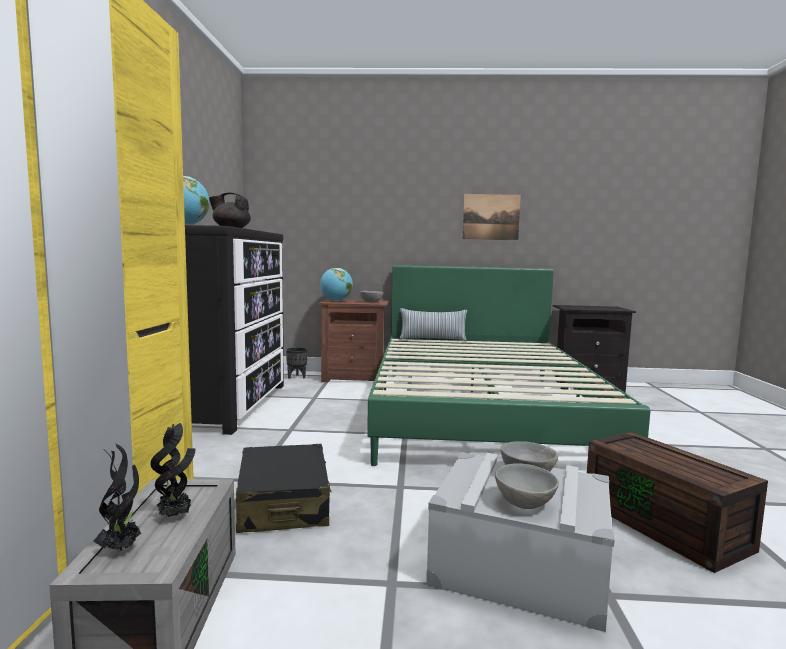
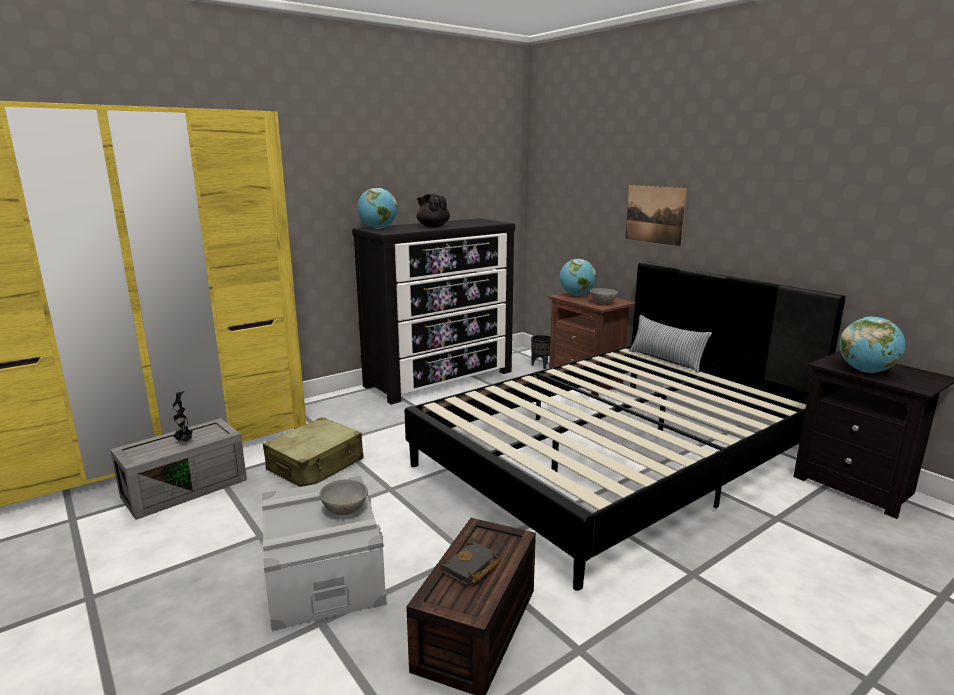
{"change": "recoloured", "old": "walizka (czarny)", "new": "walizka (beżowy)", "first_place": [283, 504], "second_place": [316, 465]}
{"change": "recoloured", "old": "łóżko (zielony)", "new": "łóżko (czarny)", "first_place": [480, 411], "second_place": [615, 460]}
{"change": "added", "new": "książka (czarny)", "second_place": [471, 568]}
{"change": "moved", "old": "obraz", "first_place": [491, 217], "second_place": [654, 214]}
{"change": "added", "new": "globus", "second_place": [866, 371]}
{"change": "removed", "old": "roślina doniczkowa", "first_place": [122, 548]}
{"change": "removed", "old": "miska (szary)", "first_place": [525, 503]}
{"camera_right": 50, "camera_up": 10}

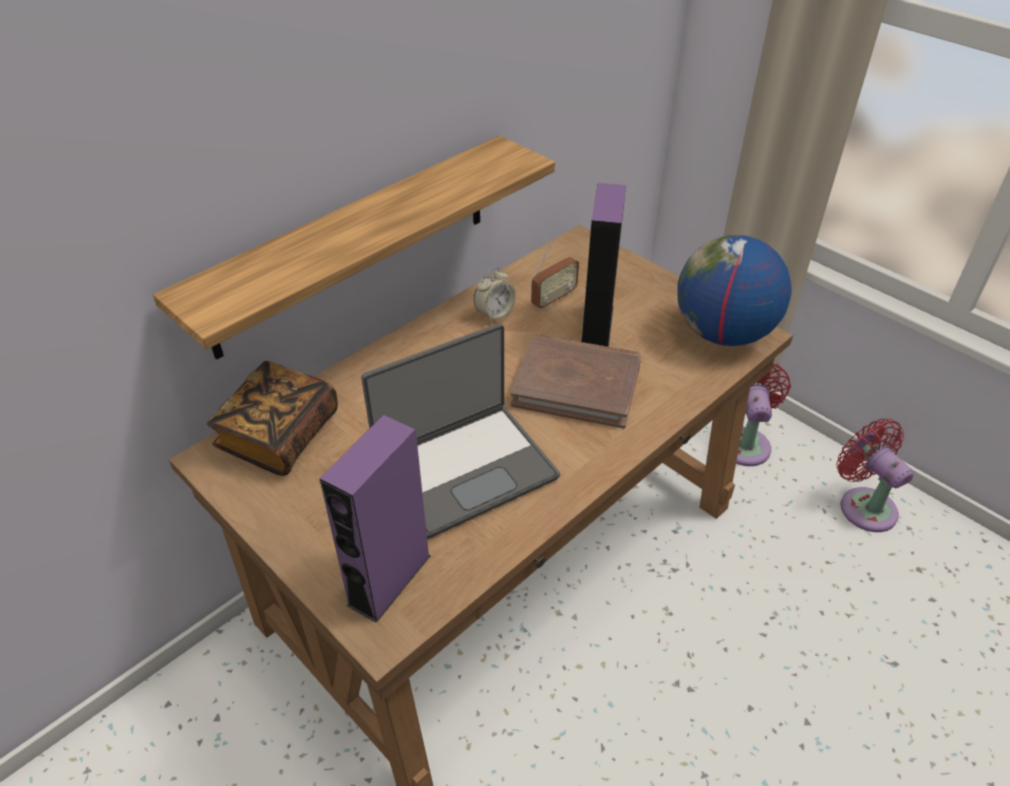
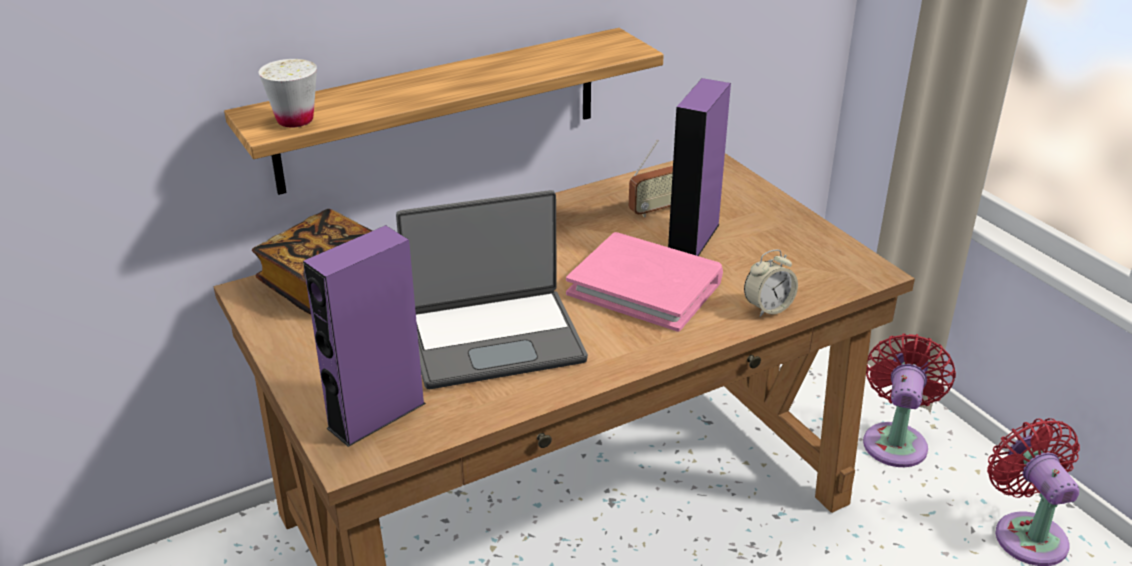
{"change": "added", "new": "filiżanka (biały)", "second_place": [295, 120]}
{"change": "recoloured", "old": "książka (brązowy)", "new": "książka (różowy)", "first_place": [577, 384], "second_place": [645, 286]}
{"change": "moved", "old": "budzik", "first_place": [494, 313], "second_place": [768, 308]}
{"change": "removed", "old": "globus", "first_place": [723, 333]}
{"camera_right": 15, "camera_up": -10}

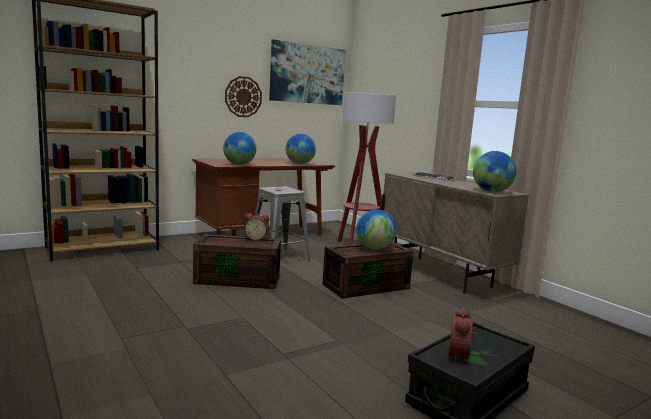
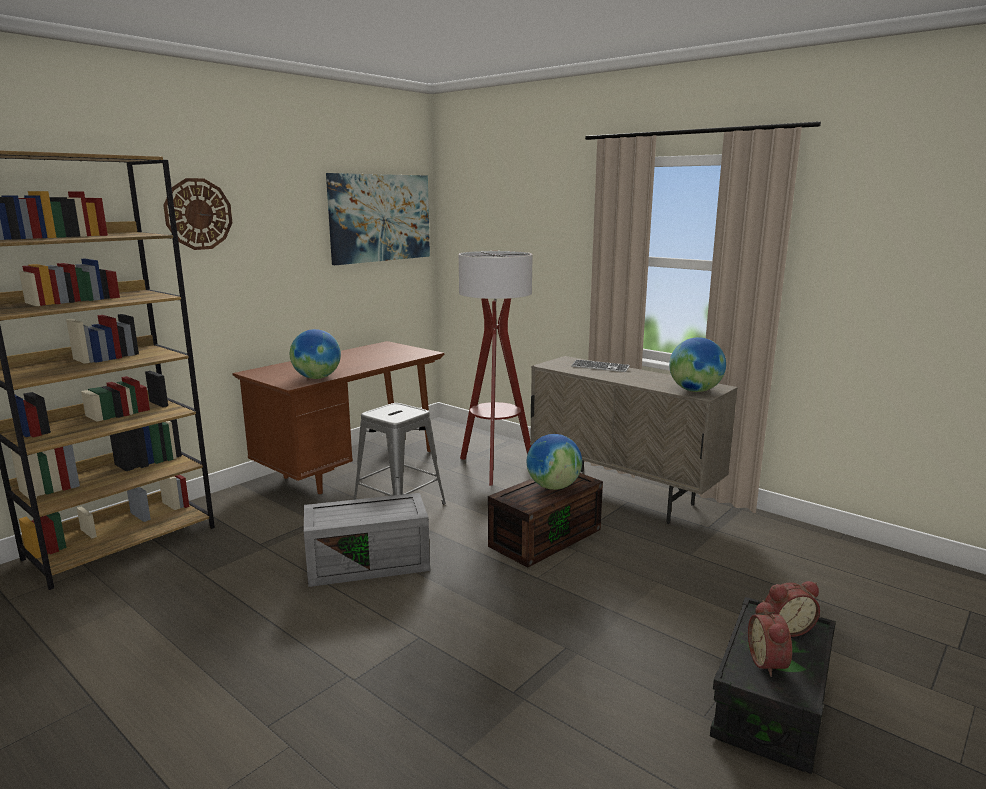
{"change": "moved", "old": "zegar ścienny", "first_place": [243, 97], "second_place": [198, 214]}
{"change": "recoloured", "old": "pojemnik do przechowywania (brązowy)", "new": "pojemnik do przechowywania (szary)", "first_place": [239, 279], "second_place": [369, 562]}
{"change": "moved", "old": "budzik", "first_place": [256, 239], "second_place": [786, 628]}
{"change": "removed", "old": "globus", "first_place": [299, 164]}
{"camera_right": -15, "camera_up": 5}

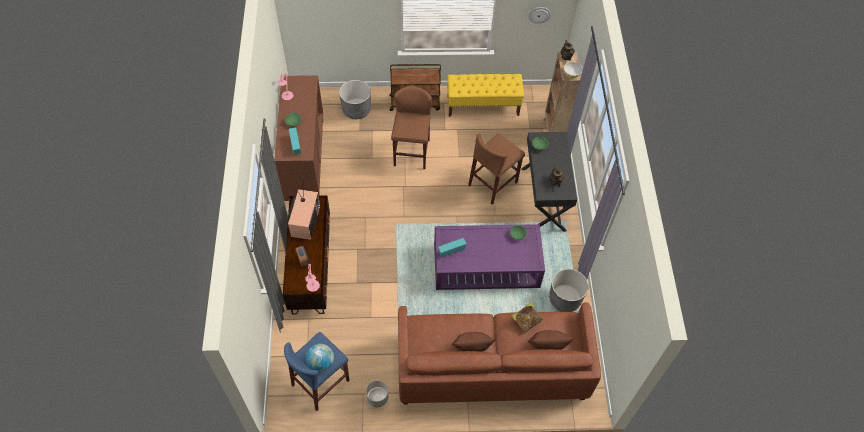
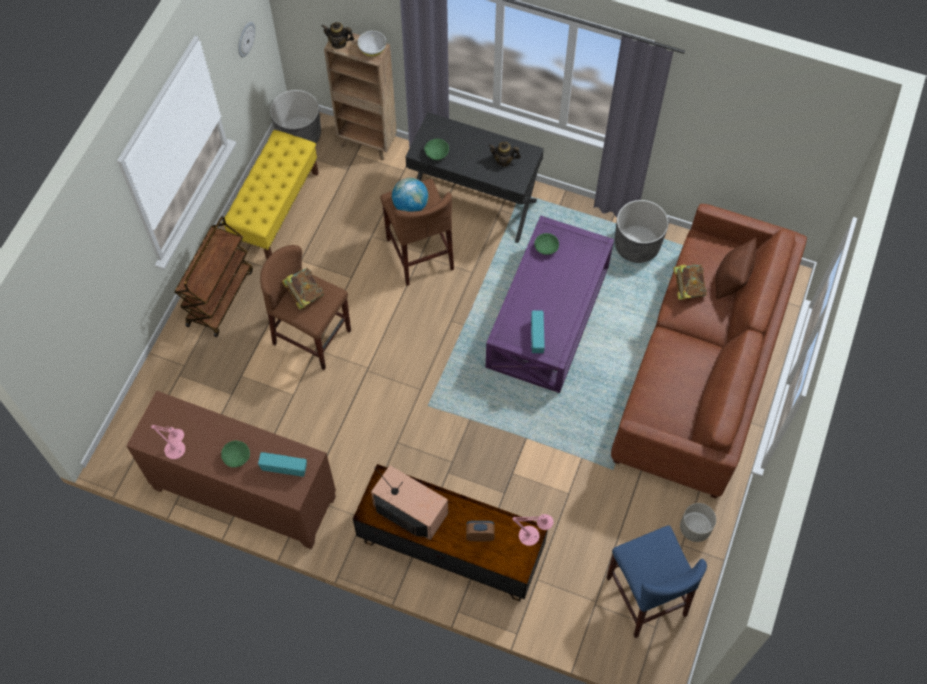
{"change": "moved", "old": "donica (szary)", "first_place": [356, 110], "second_place": [299, 135]}
{"change": "added", "new": "książka", "second_place": [305, 295]}
{"change": "moved", "old": "globus", "first_place": [321, 362], "second_place": [410, 206]}
{"change": "removed", "old": "poduszka (brązowy)", "first_place": [471, 348]}
{"camera_right": -65, "camera_up": 5}

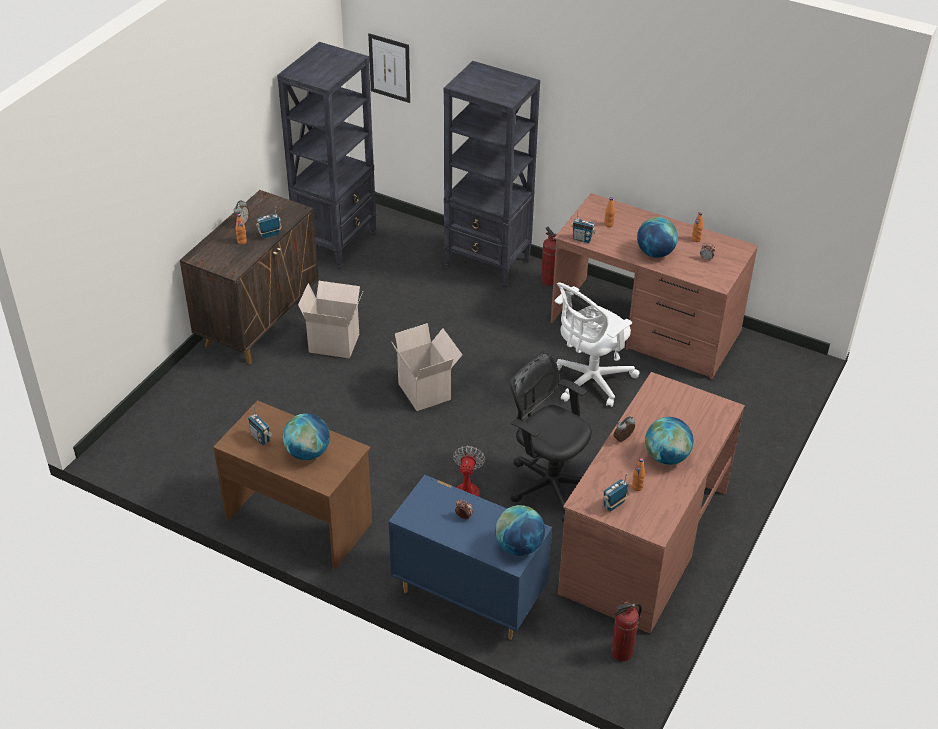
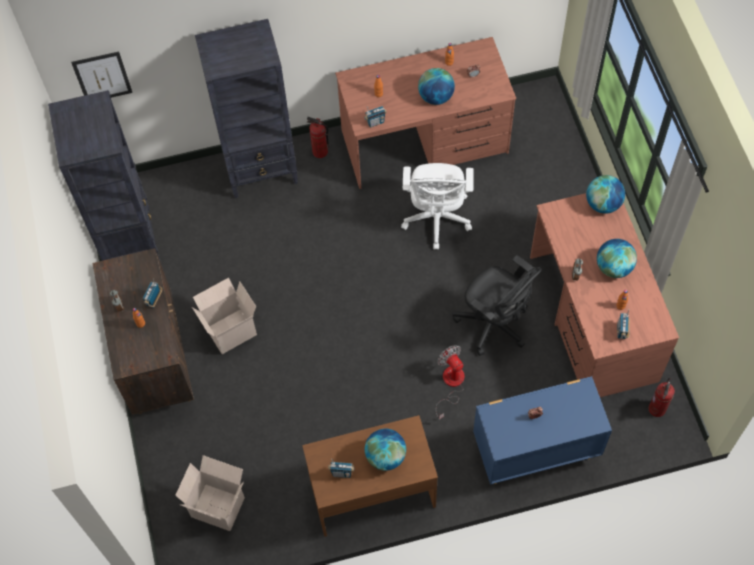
{"change": "moved", "old": "karton", "first_place": [426, 391], "second_place": [219, 506]}
{"change": "turned", "old": "krzesło biurowe (czarny)", "first_place": [548, 484], "second_place": [494, 324], "degrees": -135}
{"change": "moved", "old": "globus", "first_place": [518, 546], "second_place": [603, 204]}
{"camera_right": -40, "camera_up": 20}

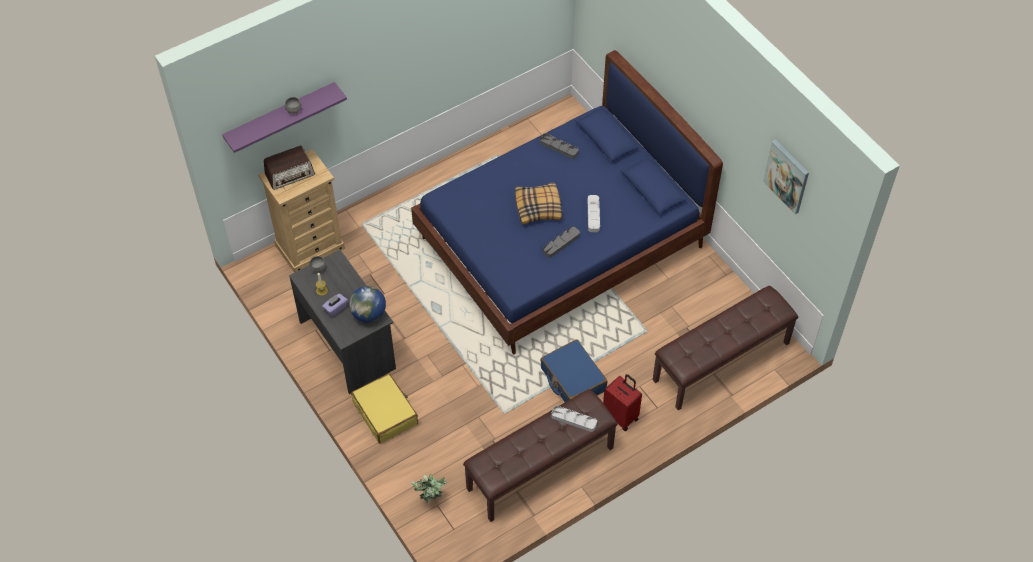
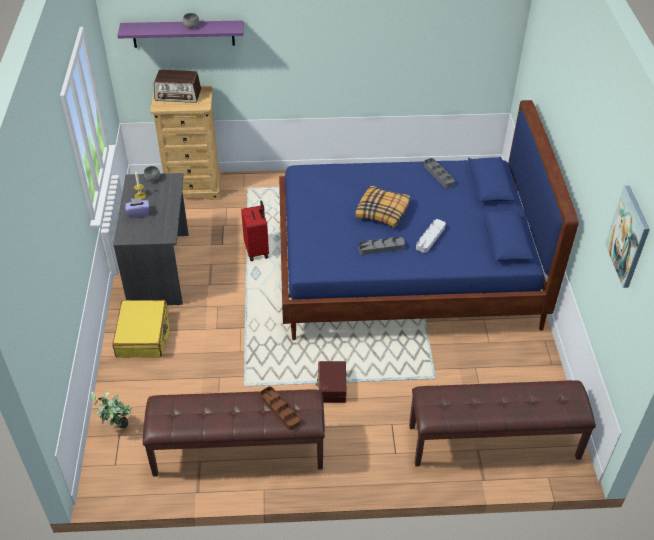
{"change": "moved", "old": "walizka (czerwony)", "first_place": [621, 416], "second_place": [257, 250]}
{"change": "recoloured", "old": "taca (szary)", "new": "taca (brązowy)", "first_place": [574, 420], "second_place": [280, 410]}
{"change": "replaced", "old": "walizka (niebieski)", "new": "pojemnik do przechowywania (brązowy)", "first_place": [572, 379], "second_place": [330, 387]}
{"change": "removed", "old": "globus", "first_place": [369, 314]}
{"camera_right": 30, "camera_up": -10}

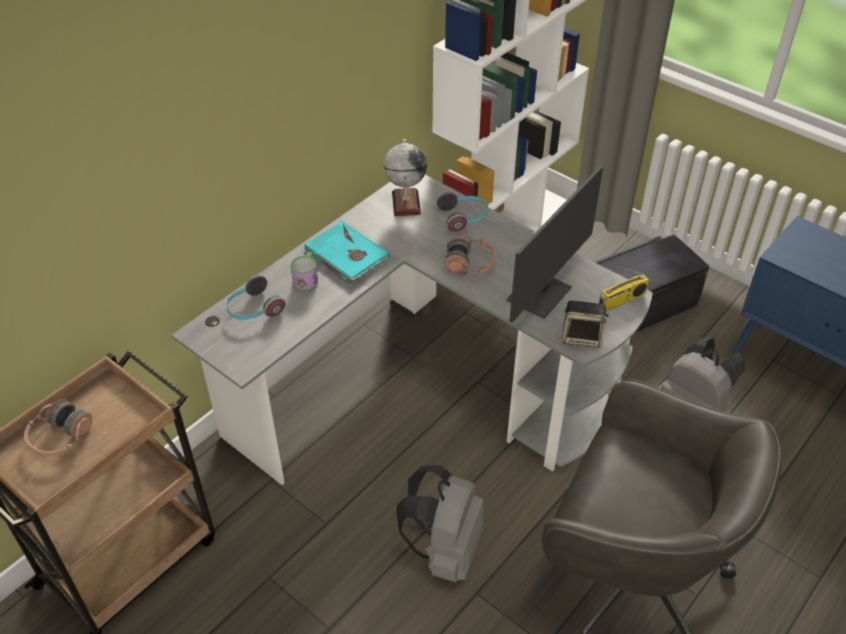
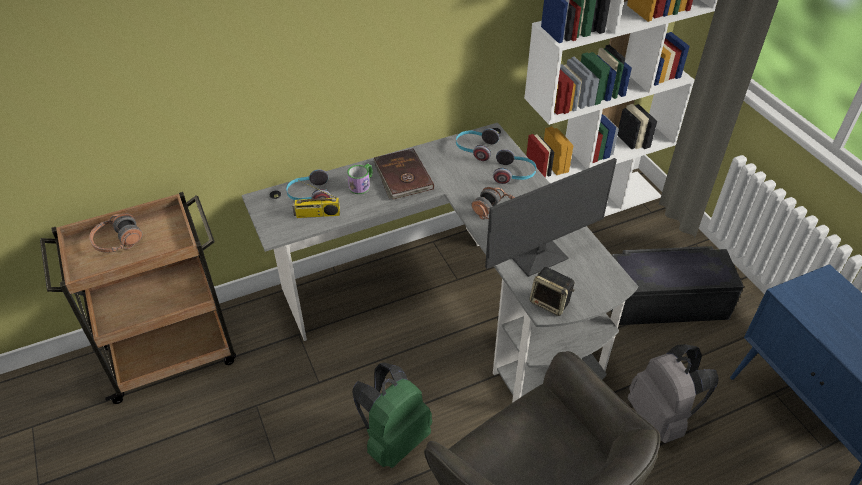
{"change": "moved", "old": "radio", "first_place": [621, 300], "second_place": [317, 214]}
{"change": "recoloured", "old": "plecak (szary)", "new": "plecak (zielony)", "first_place": [444, 550], "second_place": [393, 439]}
{"change": "recoloured", "old": "książka (turkusowy)", "new": "książka (brązowy)", "first_place": [346, 256], "second_place": [402, 177]}
{"change": "replaced", "old": "globus", "new": "słuchawki", "first_place": [406, 203], "second_place": [475, 149]}
{"camera_right": 25, "camera_up": 0}

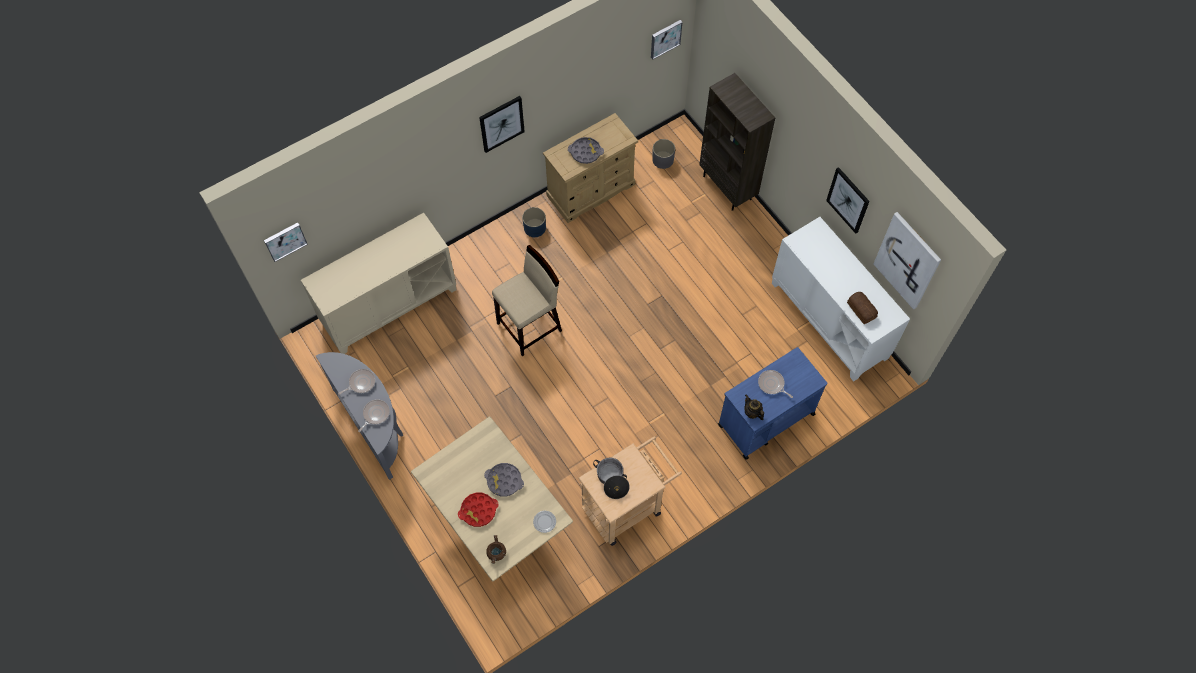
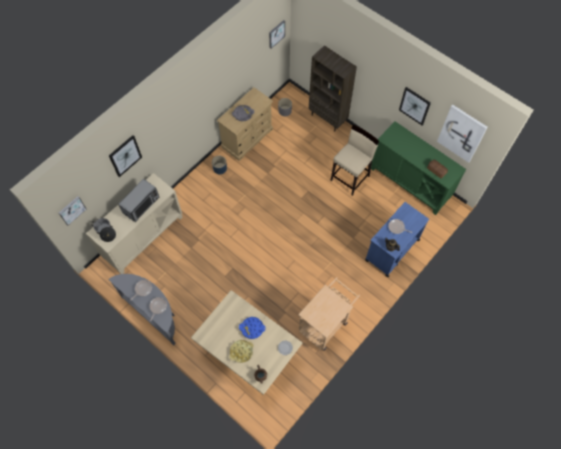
{"change": "moved", "old": "garnek", "first_place": [612, 480], "second_place": [105, 231]}
{"change": "moved", "old": "obraz", "first_place": [501, 123], "second_place": [125, 155]}
{"change": "added", "new": "mikrofalówka", "second_place": [141, 205]}
{"change": "recoloured", "old": "taca (czerwony)", "new": "taca (żółty)", "first_place": [478, 510], "second_place": [241, 351]}
{"change": "recoloured", "old": "taca (szary)", "new": "taca (niebieski)", "first_place": [504, 481], "second_place": [252, 328]}
{"change": "moved", "old": "stołek (beżowy)", "first_place": [530, 327], "second_place": [350, 178]}
{"change": "recoloured", "old": "szafka (biały)", "new": "szafka (zielony)", "first_place": [829, 320], "second_place": [410, 182]}
{"camera_right": -15, "camera_up": 0}

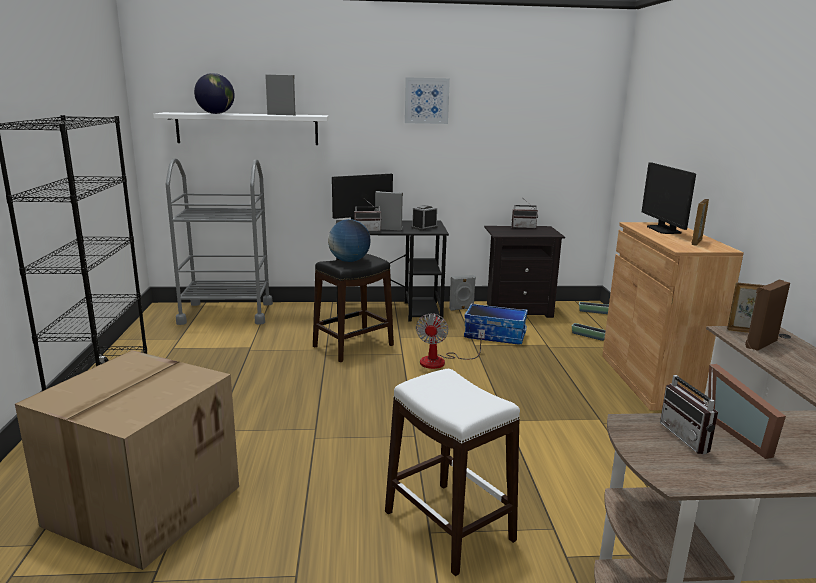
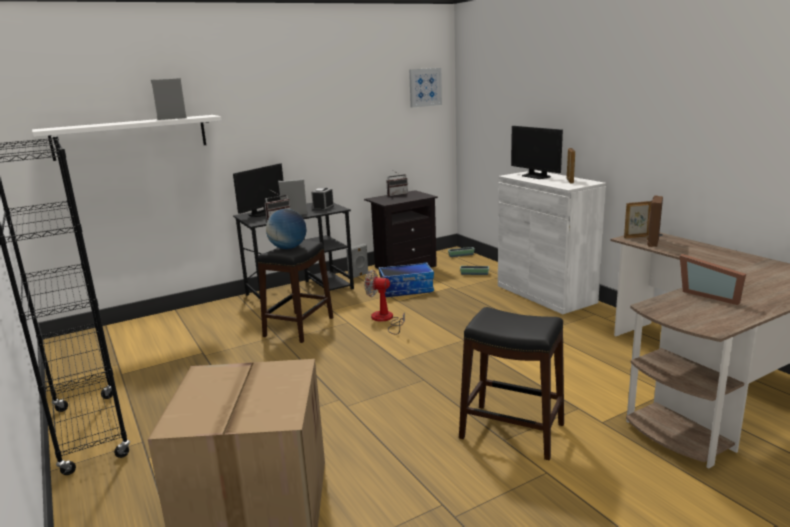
{"change": "turned", "old": "wentylator", "first_place": [441, 361], "second_place": [385, 320], "degrees": 120}
{"change": "moved", "old": "obraz", "first_place": [426, 100], "second_place": [425, 87]}
{"change": "recoloured", "old": "stołek (biały)", "new": "stołek (czarny)", "first_place": [448, 526], "second_place": [512, 431]}
{"change": "recoloured", "old": "szafka (brązowy)", "new": "szafka (biały)", "first_place": [652, 380], "second_place": [545, 294]}
{"change": "removed", "old": "wózek (szary)", "first_place": [226, 313]}
{"change": "removed", "old": "globus", "first_place": [216, 113]}
{"change": "removed", "old": "radio", "first_place": [690, 438]}
{"camera_right": -25, "camera_up": 0}

